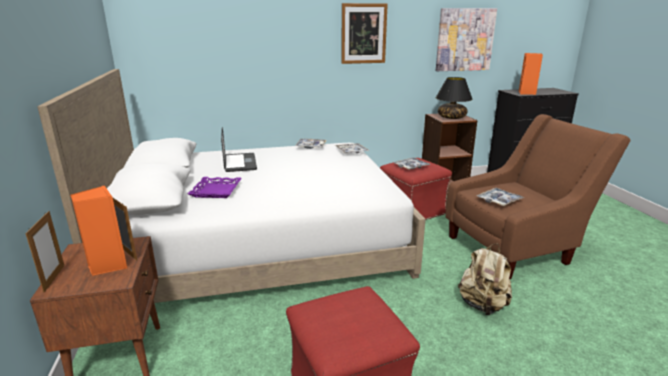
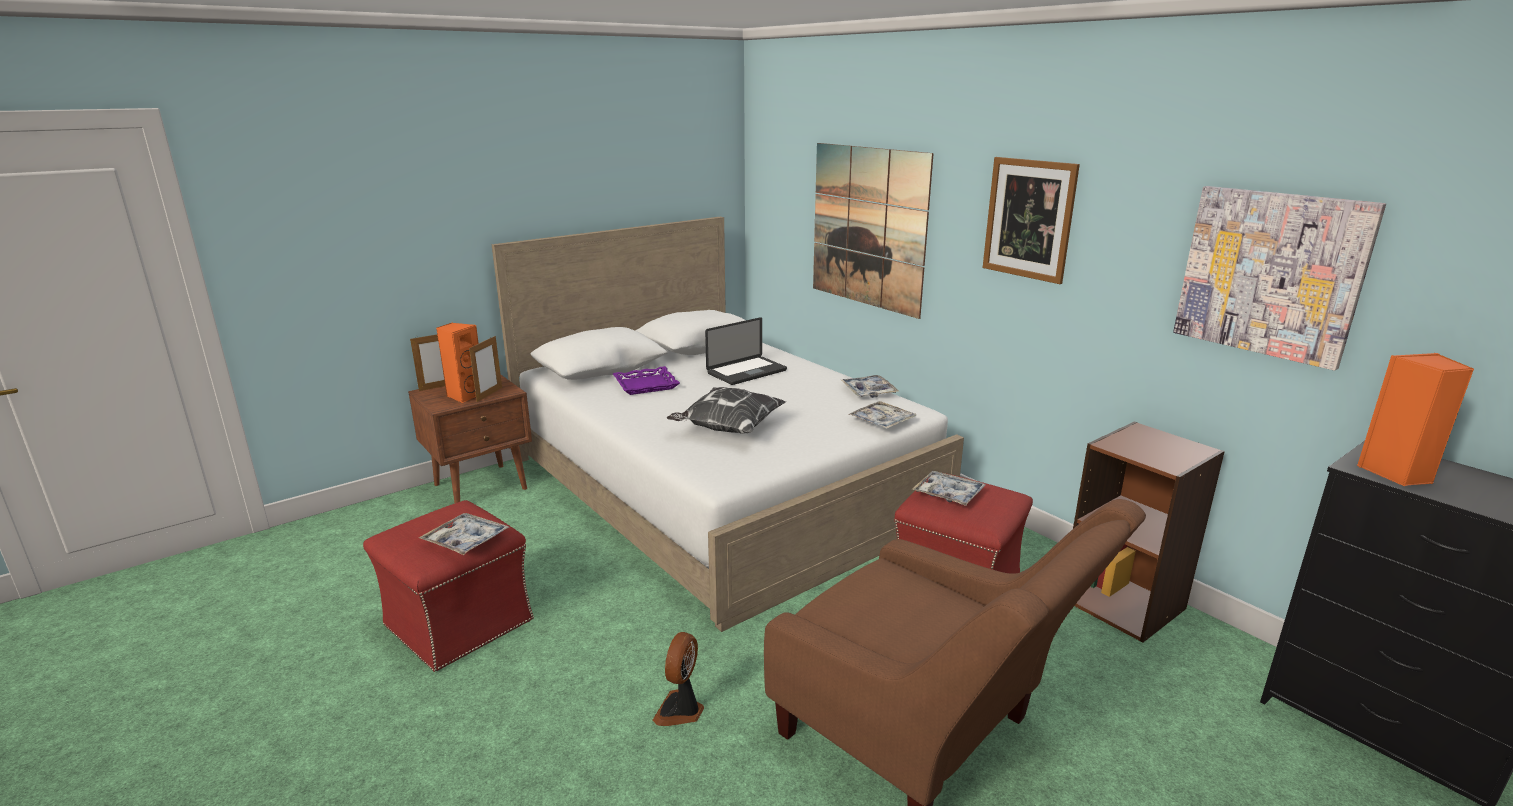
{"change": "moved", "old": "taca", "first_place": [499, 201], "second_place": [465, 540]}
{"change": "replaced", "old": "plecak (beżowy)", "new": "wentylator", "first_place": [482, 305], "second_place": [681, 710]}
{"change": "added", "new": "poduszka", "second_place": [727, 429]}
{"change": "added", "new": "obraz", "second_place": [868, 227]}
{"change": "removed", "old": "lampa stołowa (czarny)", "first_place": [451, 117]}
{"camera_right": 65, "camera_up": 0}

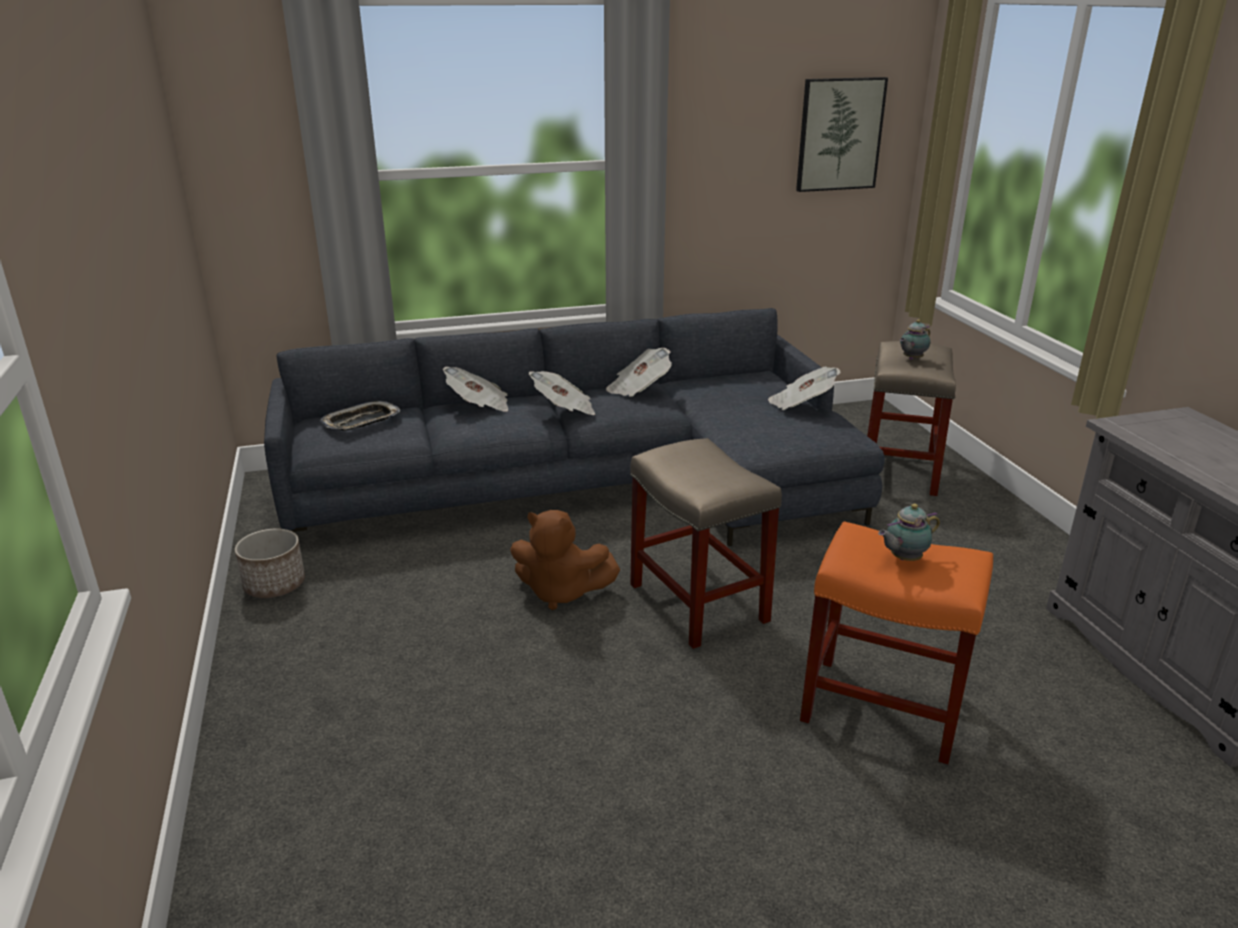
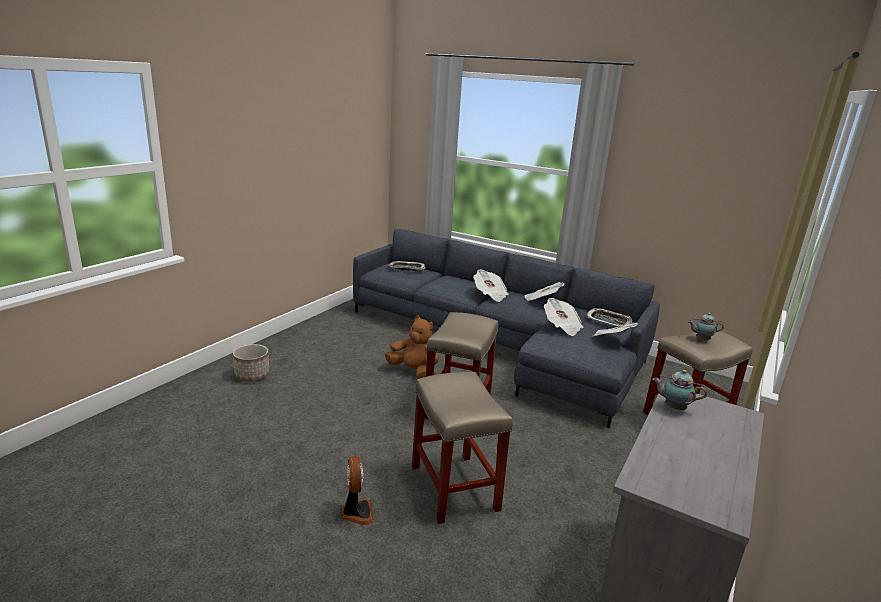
{"change": "moved", "old": "donica", "first_place": [275, 585], "second_place": [252, 375]}
{"change": "added", "new": "wentylator", "second_place": [356, 512]}
{"change": "turned", "old": "pluszak (brązowy)", "first_place": [561, 592], "second_place": [414, 372], "degrees": 150}
{"change": "recoloured", "old": "stołek (pomarańczowy)", "new": "stołek (beżowy)", "first_place": [884, 708], "second_place": [455, 488]}
{"change": "moved", "old": "gazeta", "first_place": [479, 405], "second_place": [562, 327]}
{"change": "added", "new": "taca", "second_place": [608, 321]}
{"change": "moved", "old": "imbryk", "first_place": [903, 559], "second_place": [673, 407]}
{"change": "removed", "old": "obraz", "first_place": [839, 134]}
{"camera_right": 45, "camera_up": -5}

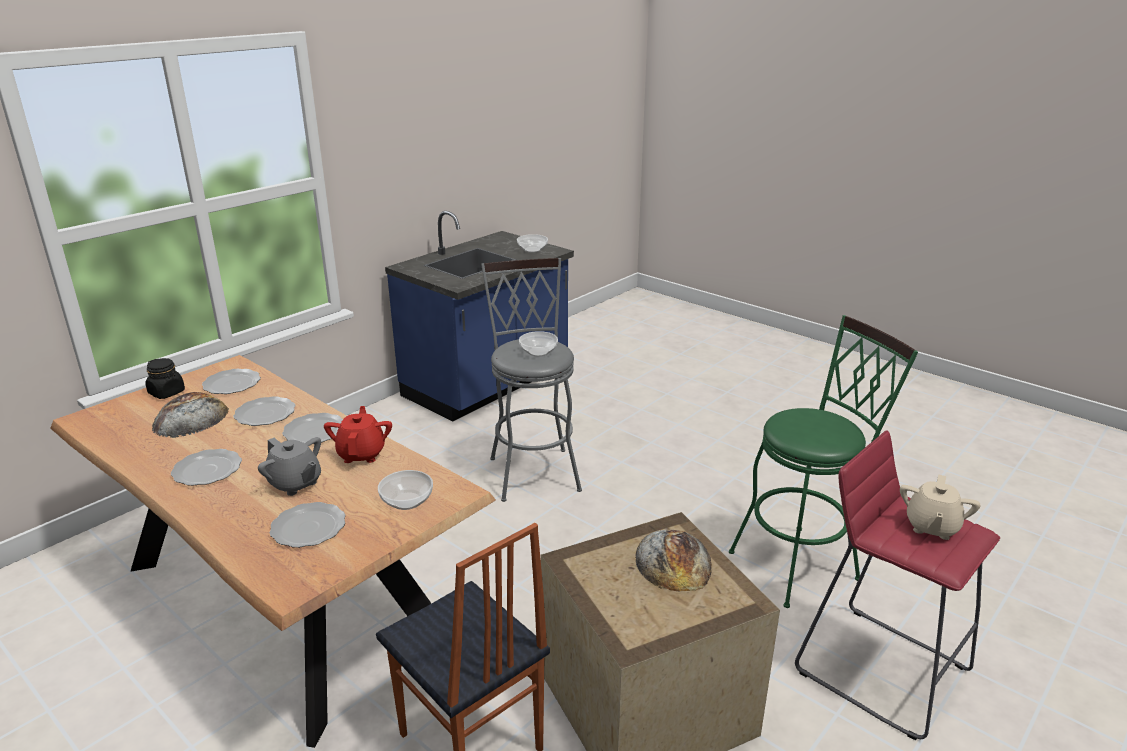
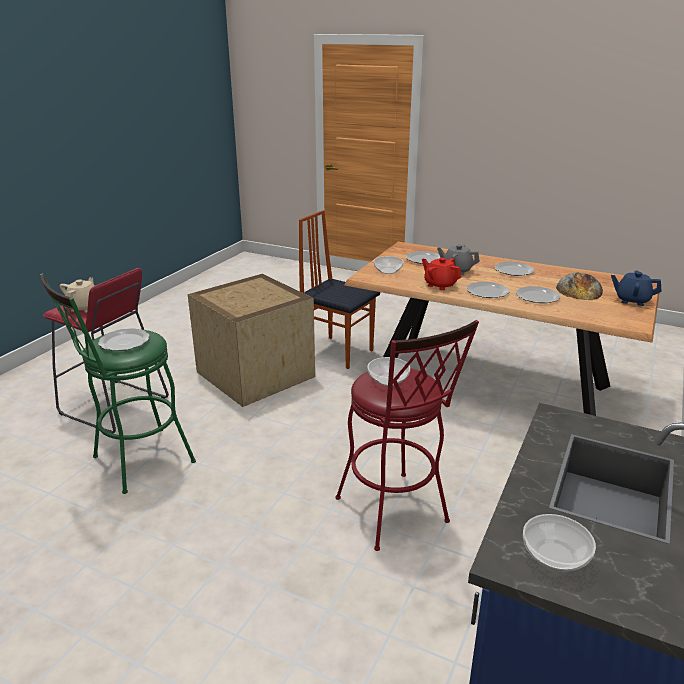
{"change": "moved", "old": "talerz", "first_place": [231, 383], "second_place": [125, 342]}
{"change": "recoloured", "old": "stołek (szary)", "new": "stołek (czerwony)", "first_place": [533, 469], "second_place": [396, 515]}
{"change": "turned", "old": "imbryk (czerwony)", "first_place": [362, 454], "second_place": [440, 285], "degrees": 150}
{"change": "replaced", "old": "słoik (czarny)", "new": "imbryk (niebieski)", "first_place": [167, 393], "second_place": [632, 300]}
{"change": "removed", "old": "chleb", "first_place": [673, 561]}
{"camera_right": 165, "camera_up": 0}

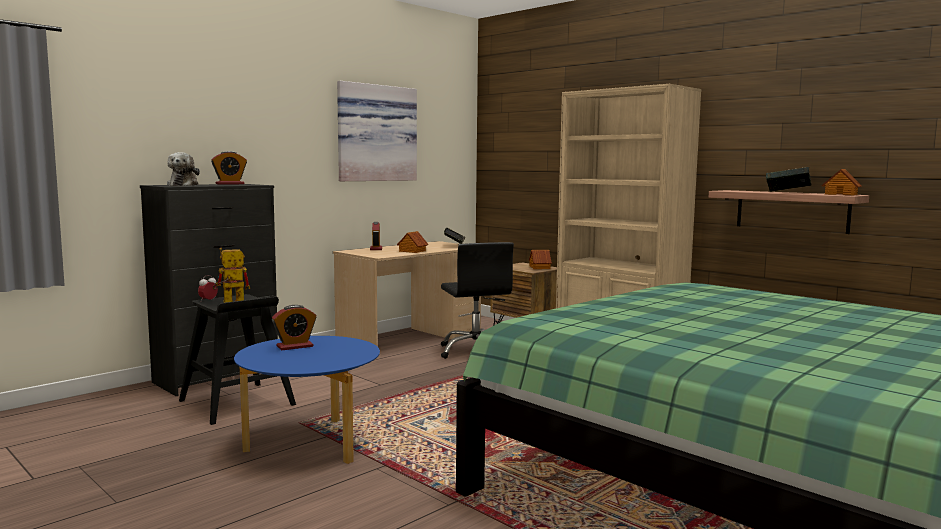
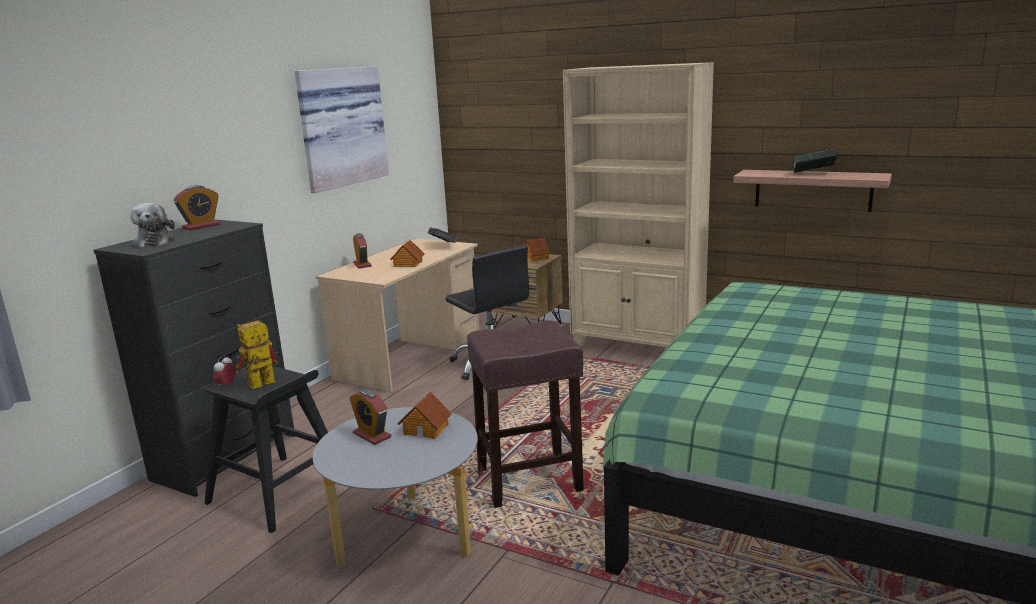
{"change": "recoloured", "old": "ława (niebieski)", "new": "ława (szary)", "first_place": [310, 443], "second_place": [407, 536]}
{"change": "turned", "old": "budzik", "first_place": [295, 346], "second_place": [372, 435], "degrees": 90}
{"change": "moved", "old": "domek", "first_place": [841, 194], "second_place": [426, 429]}
{"change": "added", "new": "stołek (brązowy)", "second_place": [531, 480]}
{"camera_right": -15, "camera_up": 10}

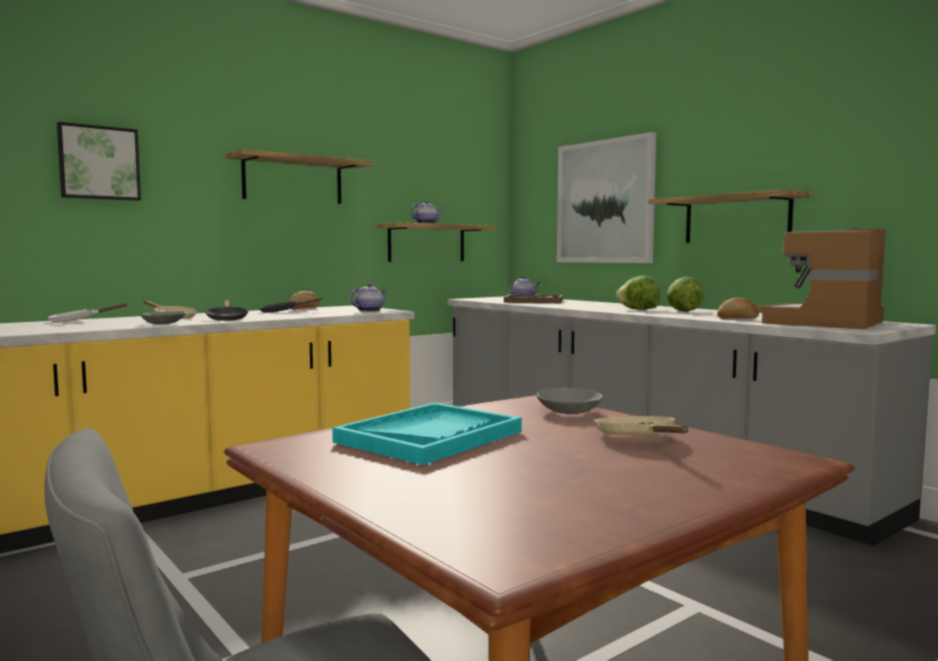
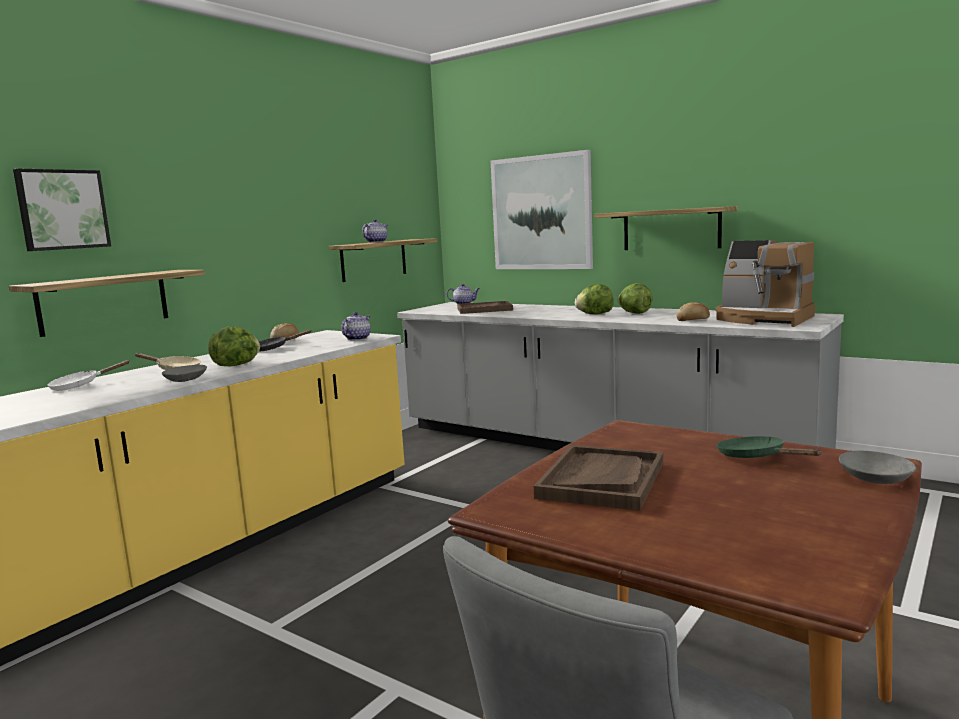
{"change": "moved", "old": "półka", "first_place": [293, 180], "second_place": [104, 302]}
{"change": "replaced", "old": "patelnia (czarny)", "new": "sałata", "first_place": [227, 319], "second_place": [237, 365]}
{"change": "recoloured", "old": "taca (turkusowy)", "new": "taca (brązowy)", "first_place": [429, 437], "second_place": [601, 480]}
{"change": "turned", "old": "ekspres do kawy", "first_place": [824, 322], "second_place": [764, 319], "degrees": -75}
{"change": "recoloured", "old": "patelnia (beżowy)", "new": "patelnia (zielony)", "first_place": [638, 438], "second_place": [756, 457]}
{"change": "moved", "old": "miska (szary)", "first_place": [569, 411], "second_place": [876, 479]}
{"camera_right": -15, "camera_up": 5}

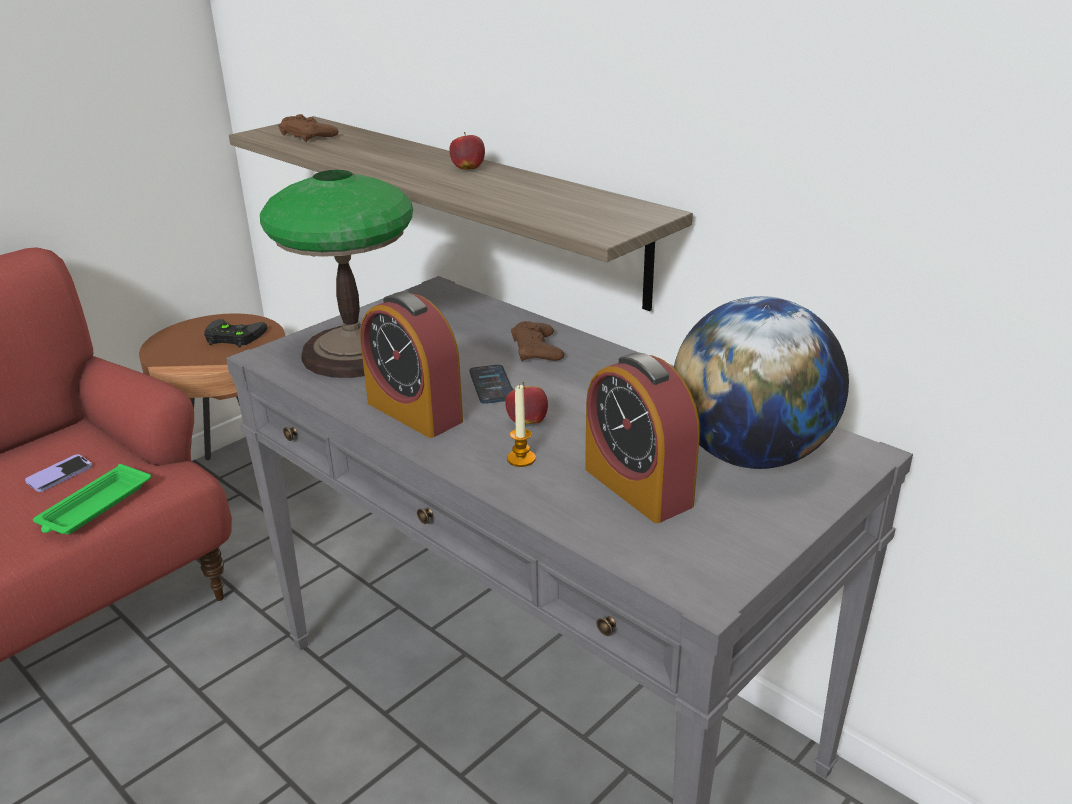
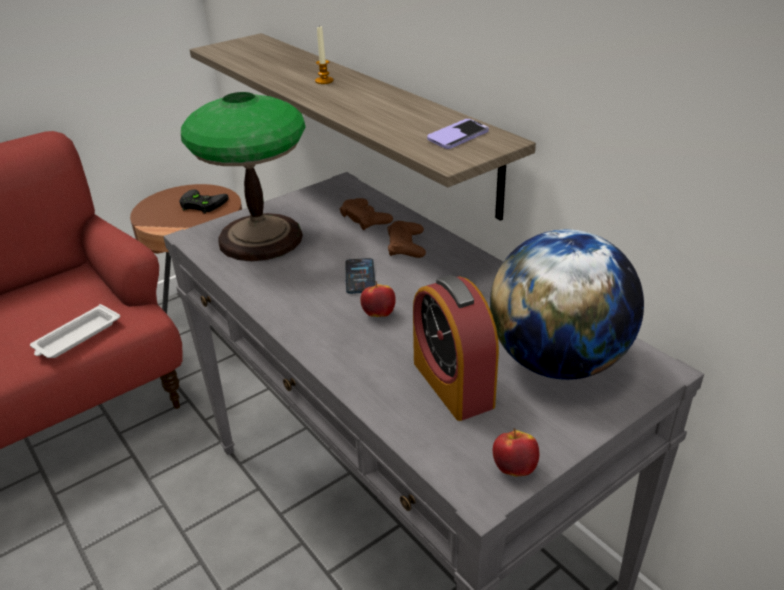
{"change": "recoloured", "old": "taca (zielony)", "new": "taca (biały)", "first_place": [94, 507], "second_place": [76, 337]}
{"change": "moved", "old": "świeca", "first_place": [521, 459], "second_place": [324, 81]}
{"change": "moved", "old": "pad do gier (brązowy)", "first_place": [308, 135], "second_place": [365, 218]}
{"change": "moved", "old": "telefon", "first_place": [60, 475], "second_place": [458, 136]}
{"change": "moved", "old": "jabłko", "first_place": [468, 169], "second_place": [514, 468]}
{"change": "removed", "old": "budzik", "first_place": [414, 412]}
{"camera_right": 10, "camera_up": 5}

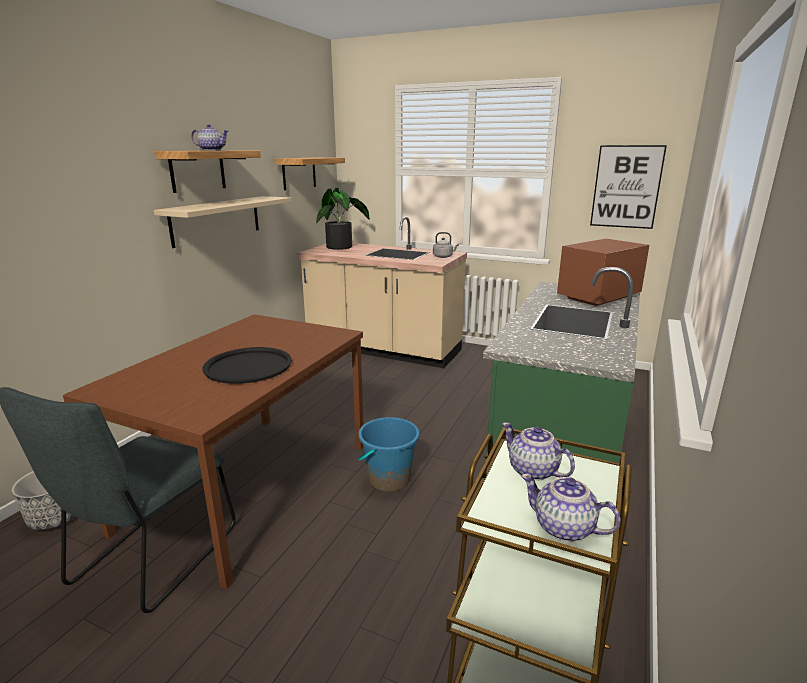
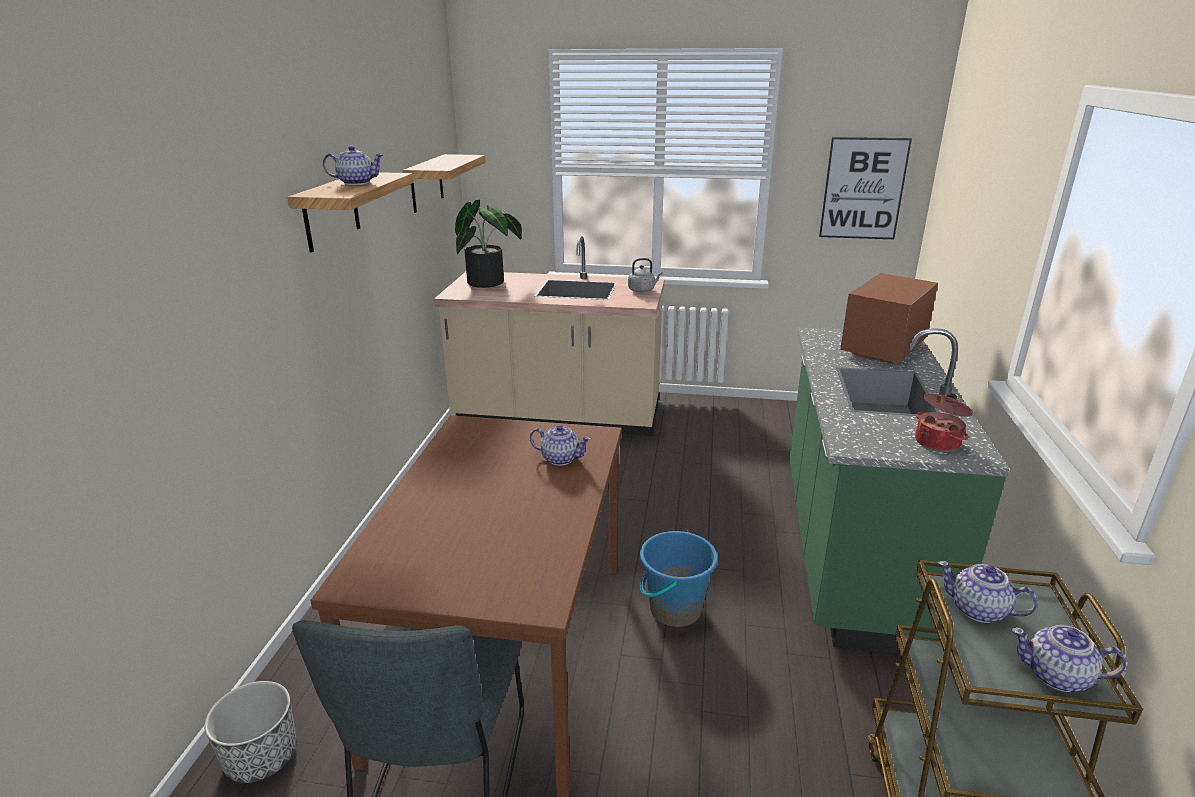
{"change": "added", "new": "imbryk", "second_place": [560, 458]}
{"change": "added", "new": "garnek", "second_place": [938, 442]}
{"change": "removed", "old": "półka (beżowy)", "first_place": [217, 220]}
{"change": "removed", "old": "taca (czarny)", "first_place": [248, 366]}
{"camera_right": -15, "camera_up": 5}

